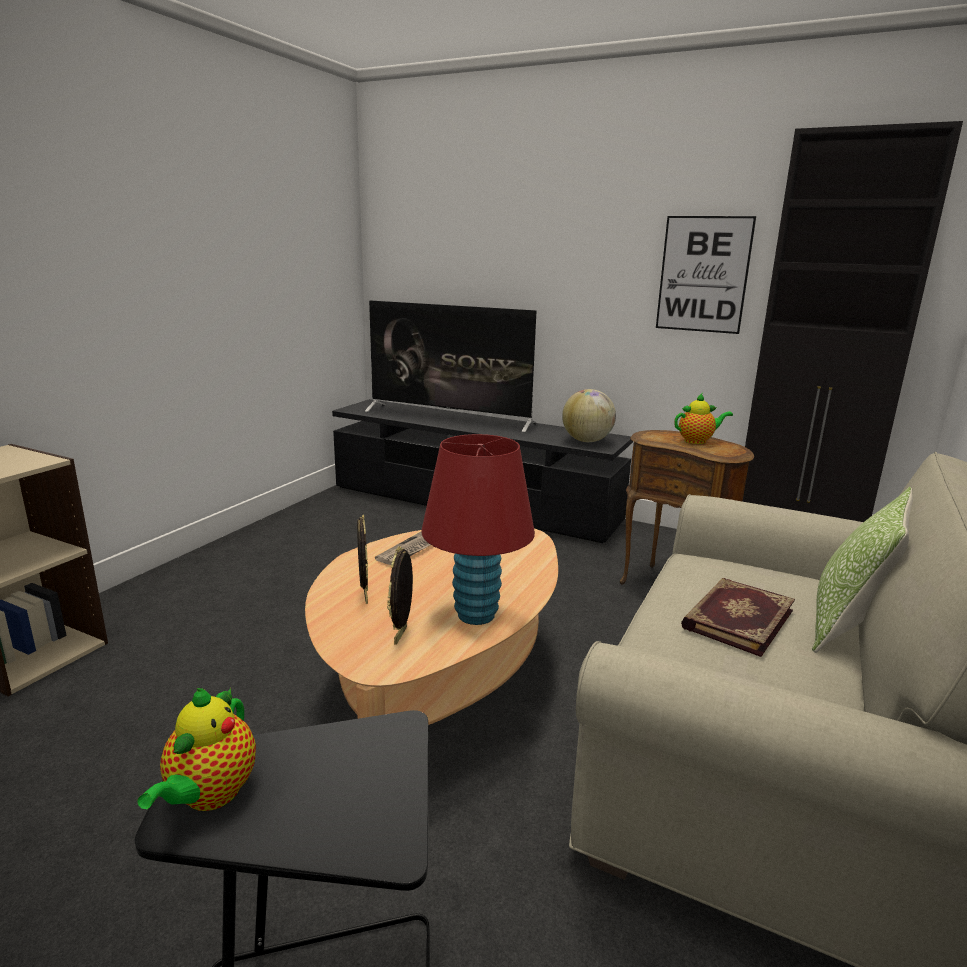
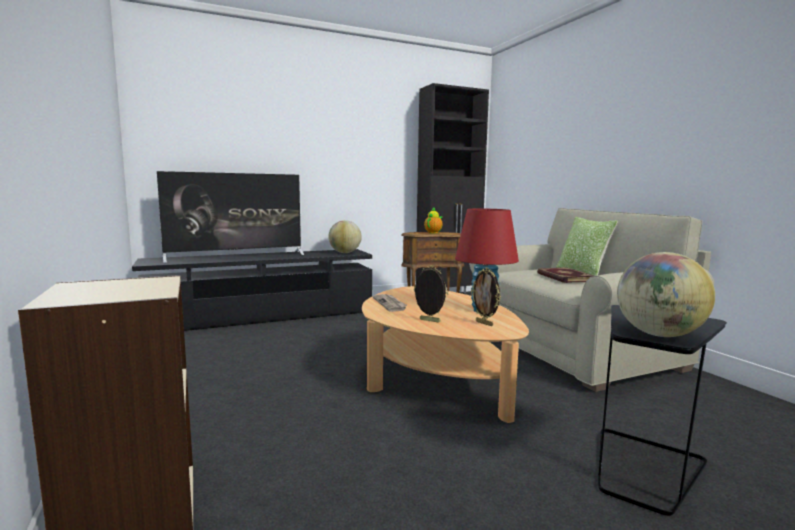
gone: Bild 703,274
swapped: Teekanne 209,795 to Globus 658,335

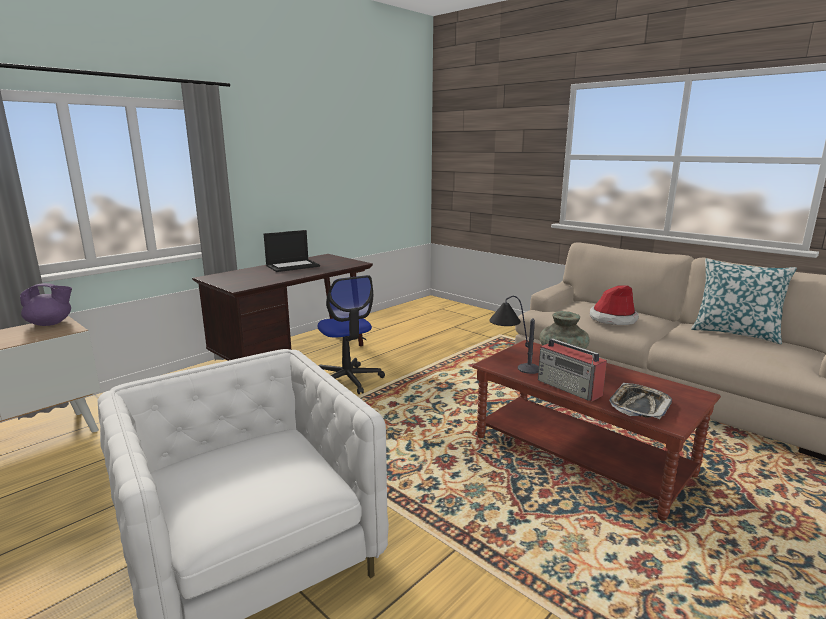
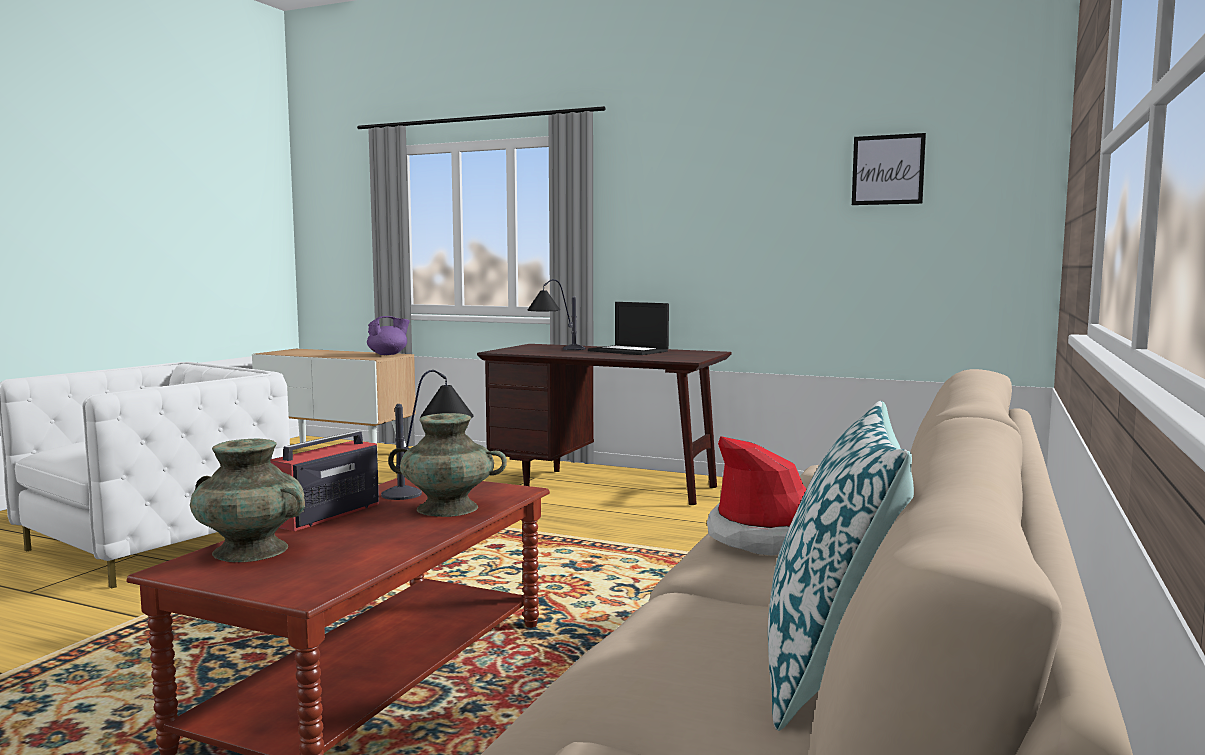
gone: Bürostuhl 348,380
new: Bild 888,170; Tischlampe 555,350
swapped: Tablett 639,406 to Vase (türkis) 251,551
rotated: Teekanne (lila) 50,323 = 388,354 90 degrees counterclockwise

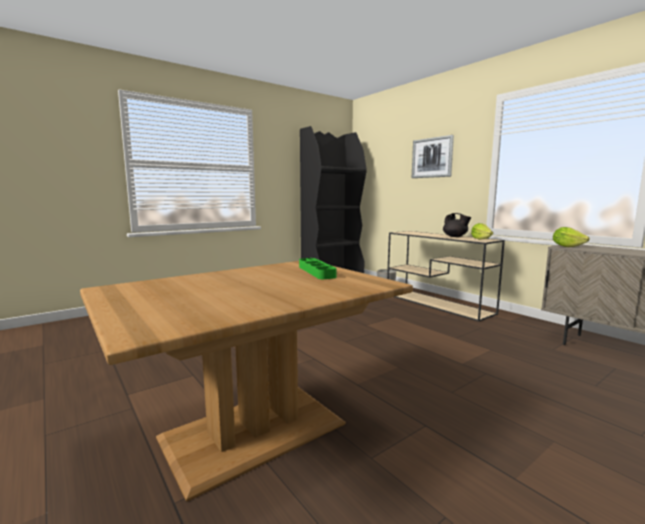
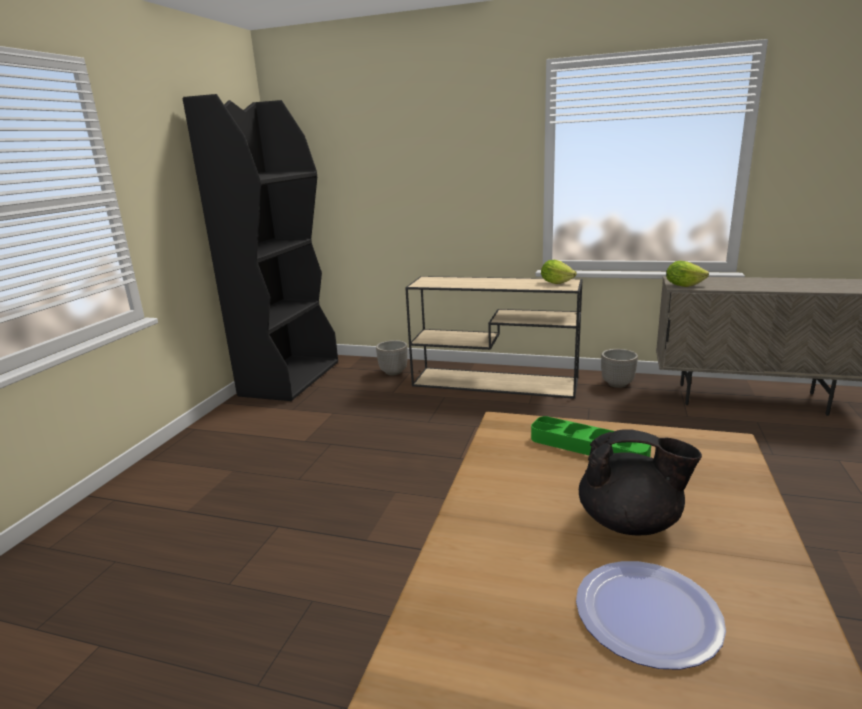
gone: Bild 432,157
new: Pflanzkübel 617,384; Teller 647,614
shifted: Teekanne (schwarz) 455,236 to 630,522

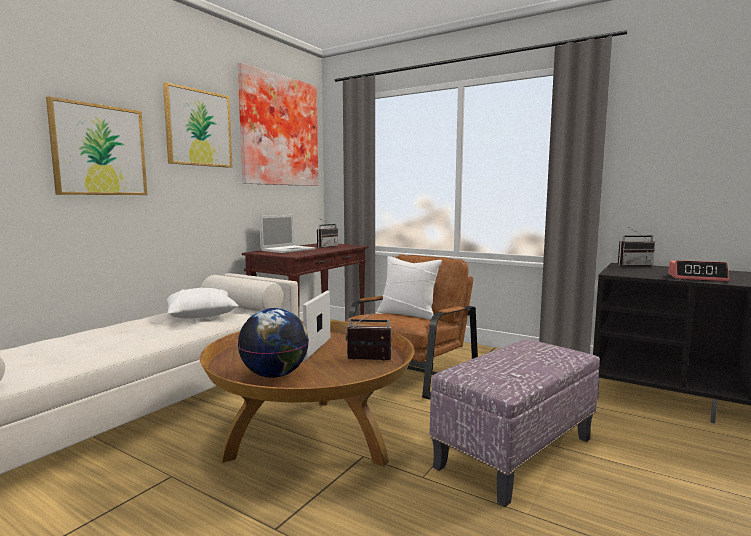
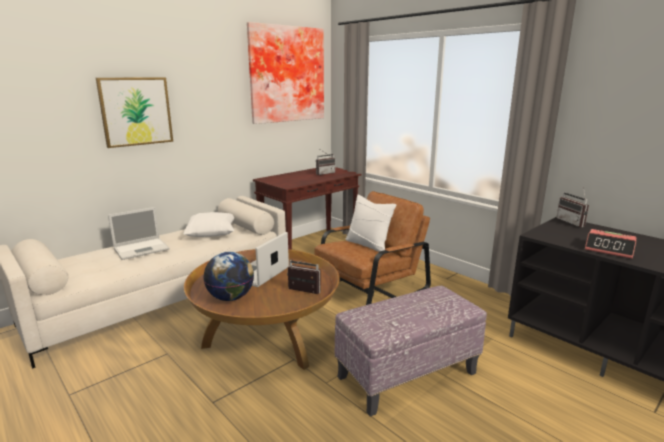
gone: Bild 198,128
shifted: Laptop 288,250 to 142,248
rotated: Radio 633,265 = 573,222 60 degrees clockwise

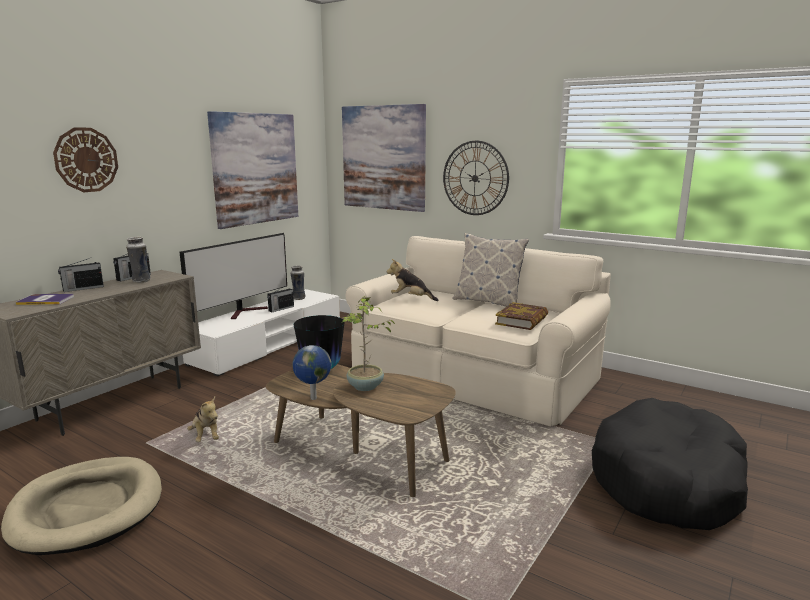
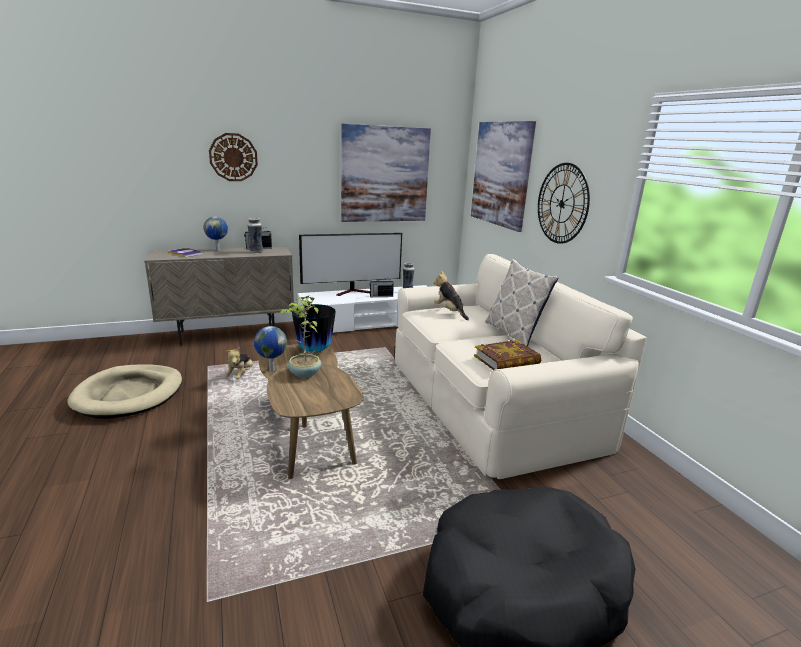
swapped: Radio 82,288 to Globus 218,250

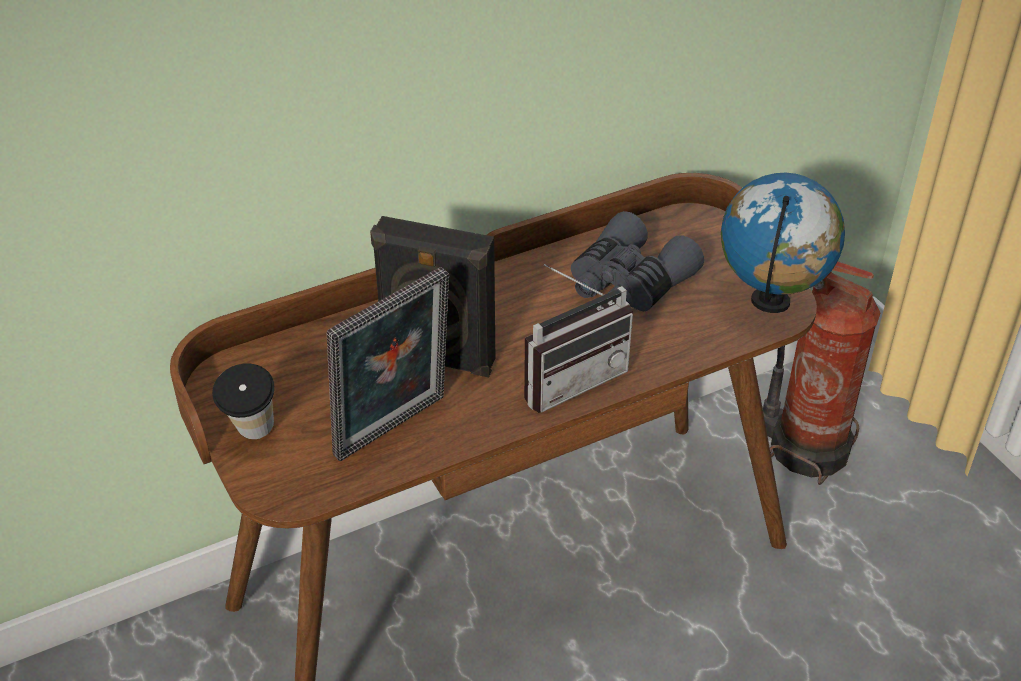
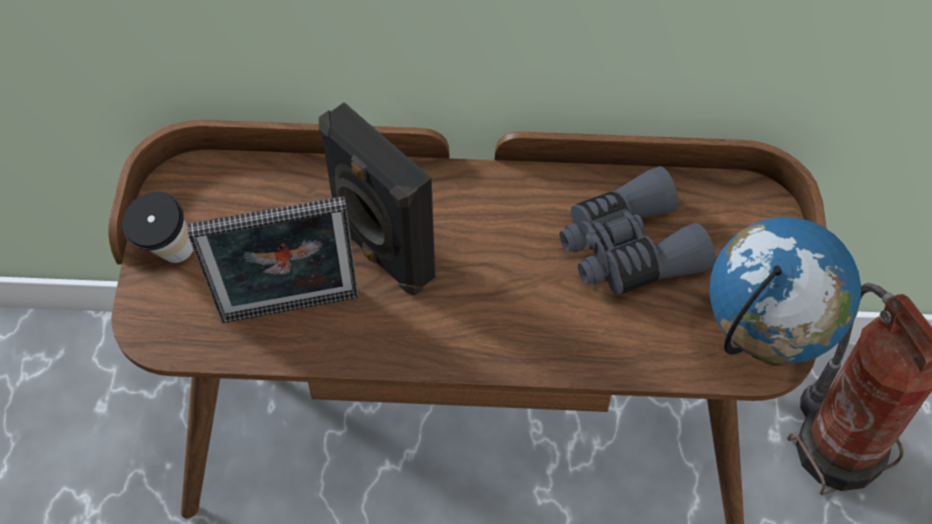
gone: Radio 570,378

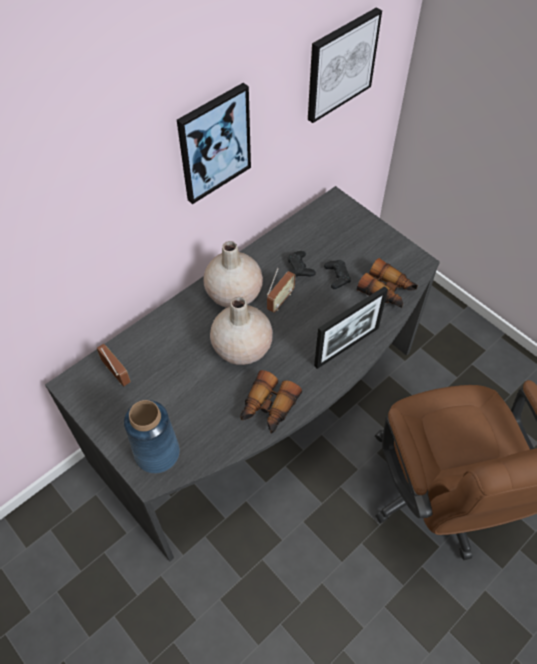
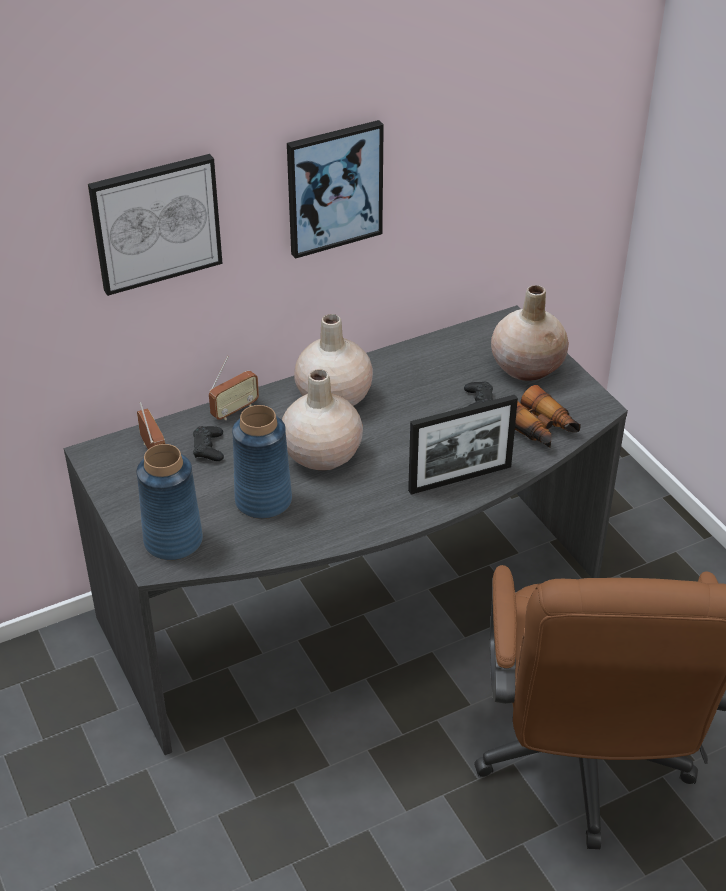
gone: Fernglas 268,408
new: Vase (beige) 527,367; Vase (blau) 263,501
shifted: Bild 340,65 to 156,222; Gamepad (schwarz) 300,267 to 208,448; Radio 280,300 to 235,410

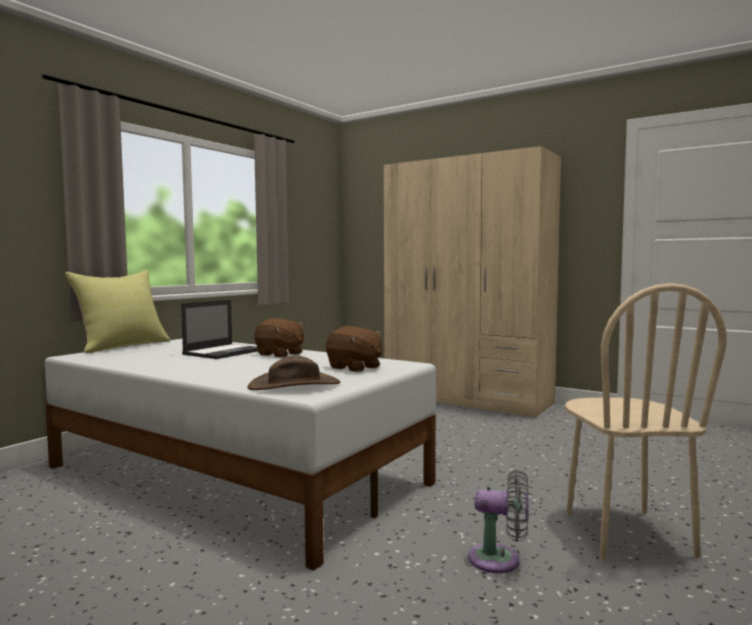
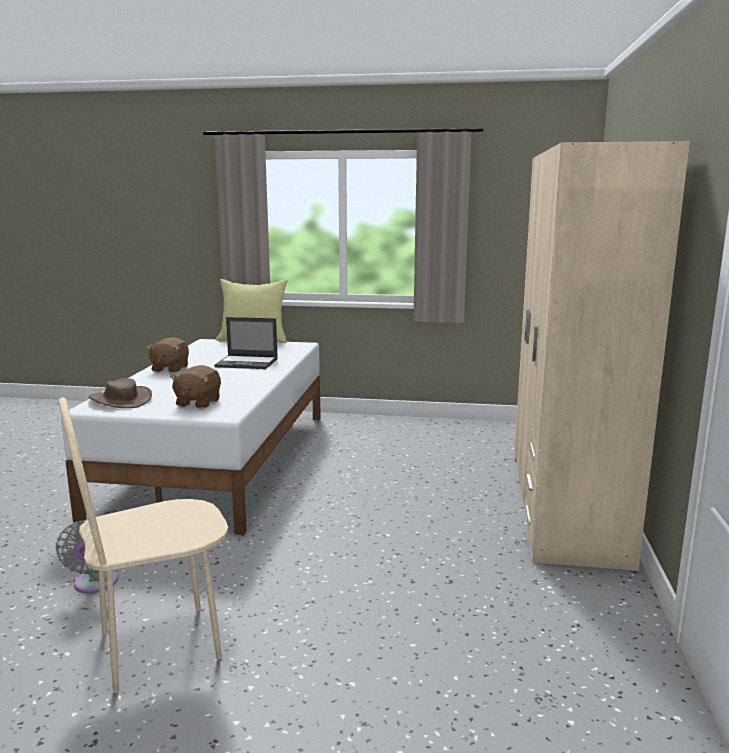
shifted: Plüschtier (braun) 280,354 to 169,369

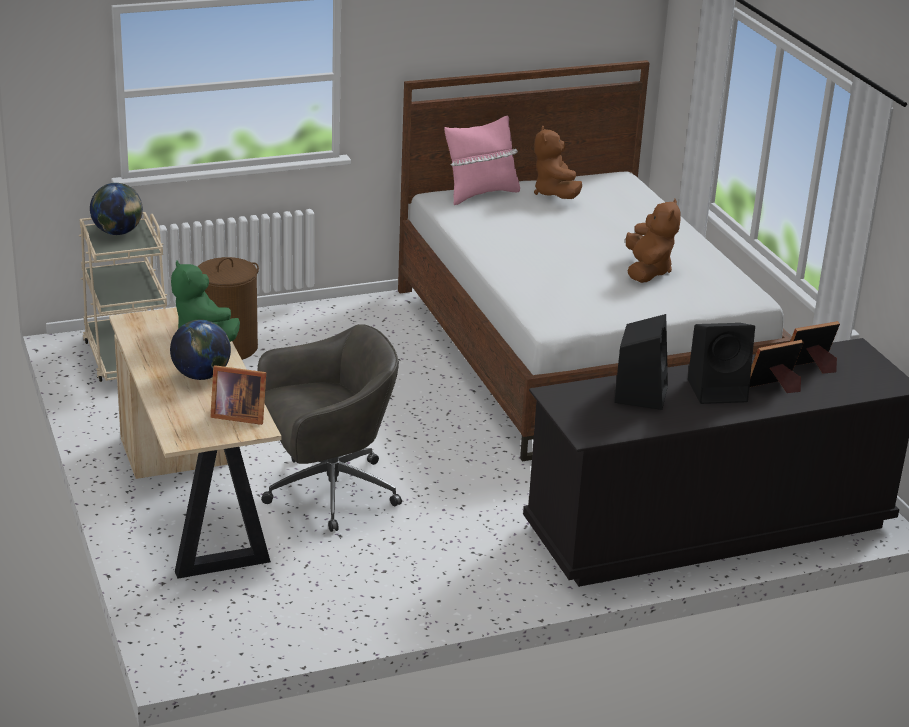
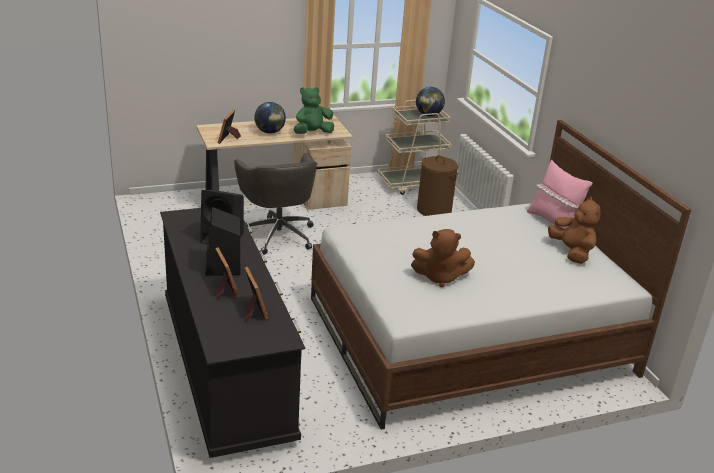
rotated: Plüschtier (braun) 555,194 = 571,252 75 degrees clockwise

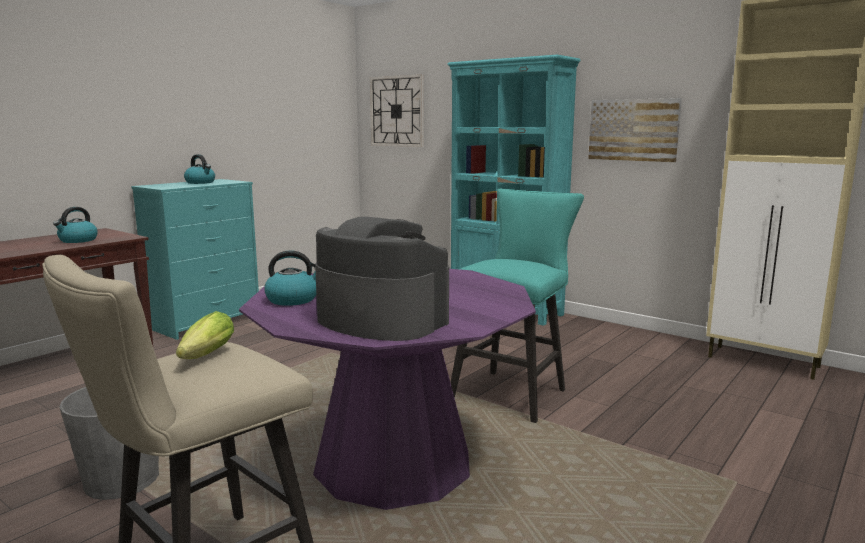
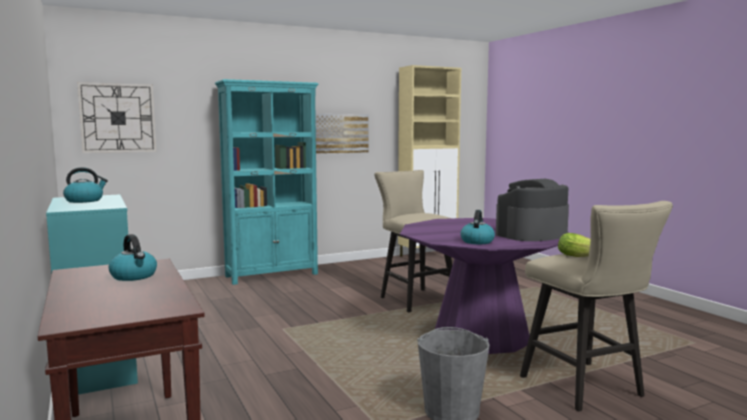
repainted: Hocker (türkis) 513,392 to Hocker (beige) 414,298

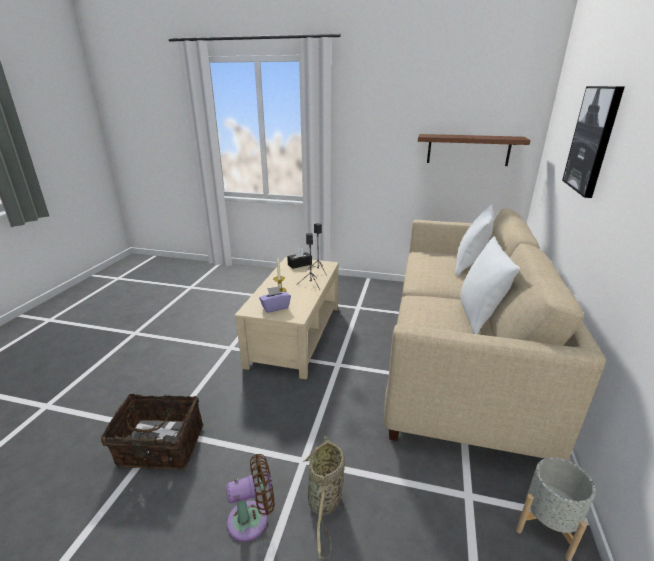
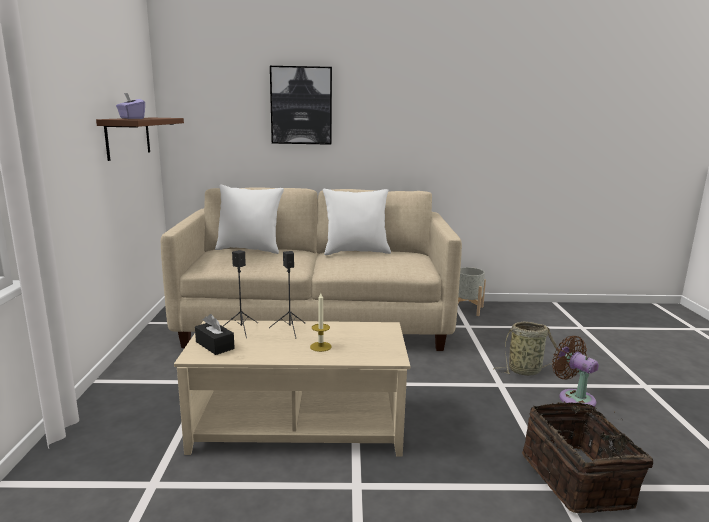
shifted: Taschentuchbox (lila) 275,307 to 131,118

